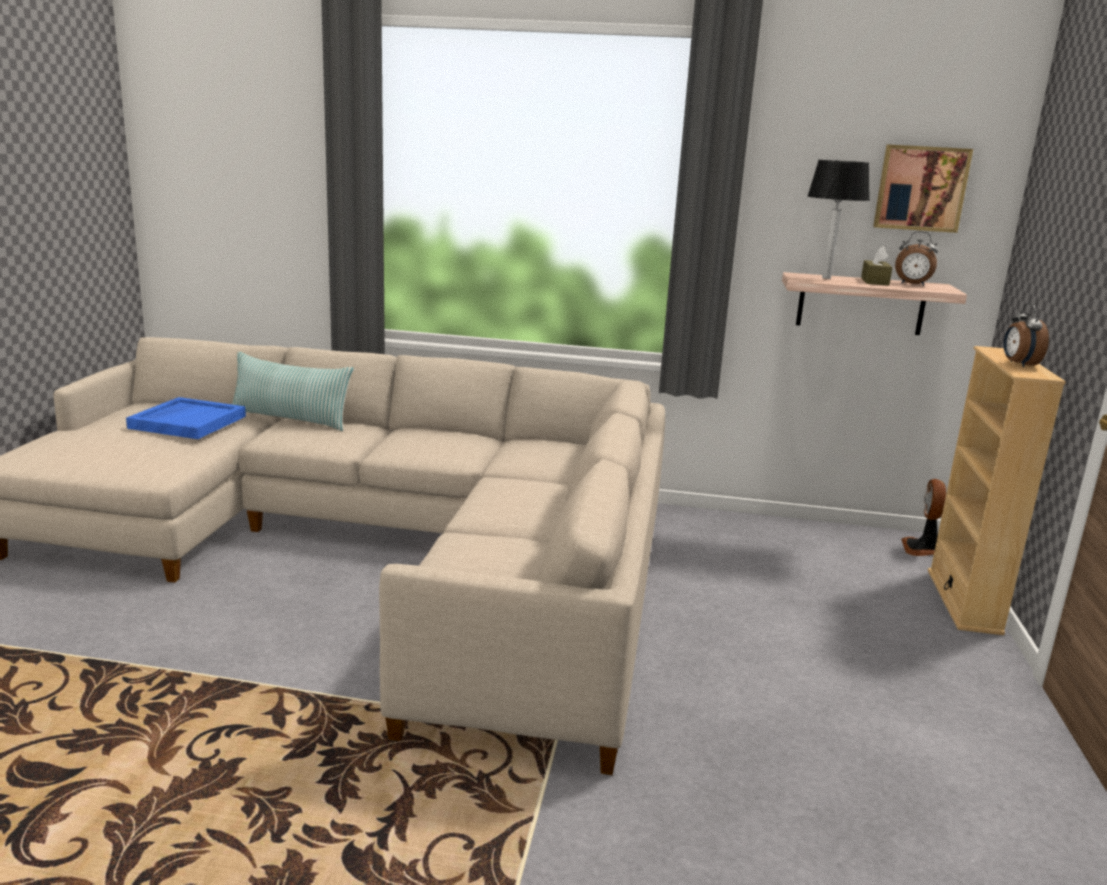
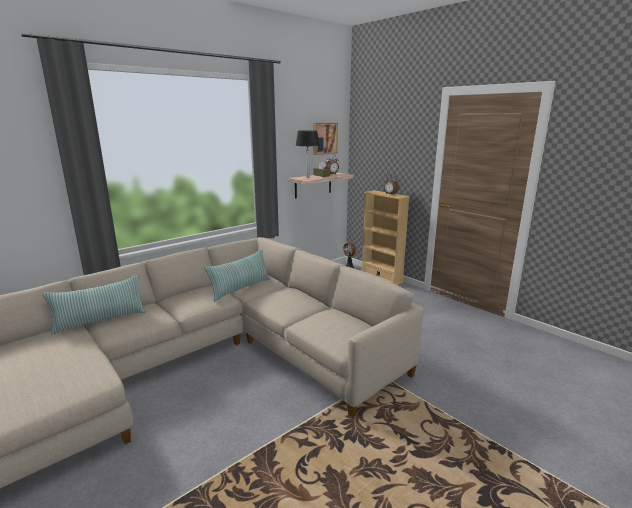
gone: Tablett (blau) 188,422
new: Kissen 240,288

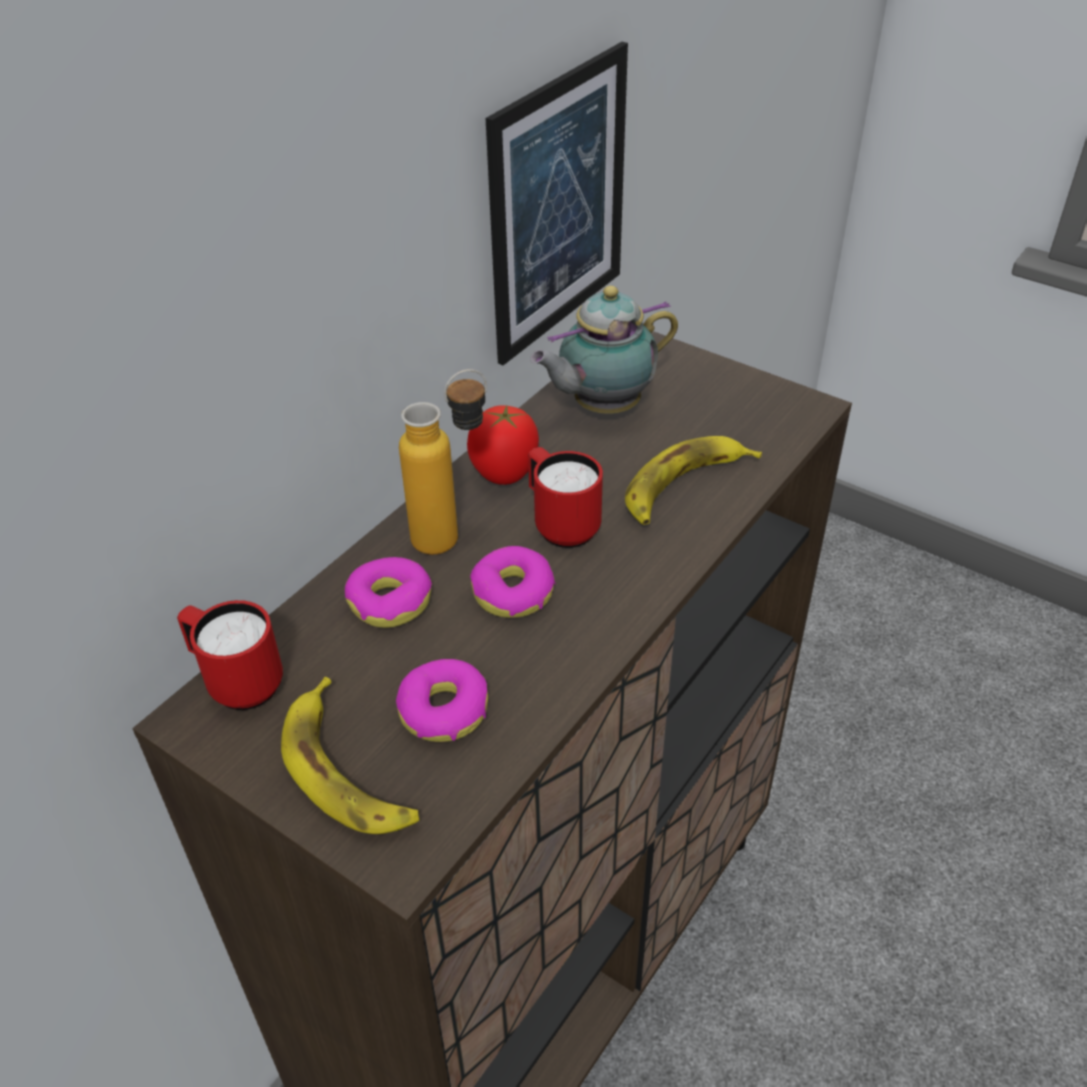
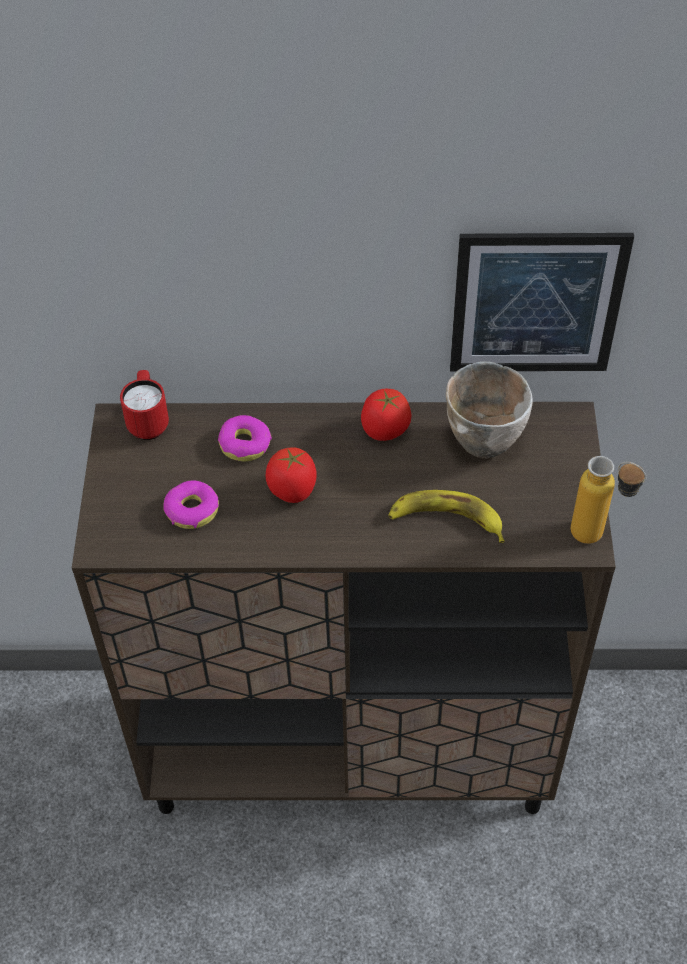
gone: Henkelbecher (rot) 561,525; Banane 347,771
shifted: Flasche 453,535 to 599,538
swapped: Teekanne 602,407 to Schüssel 487,441; Donut 512,593 to Tomate 292,490

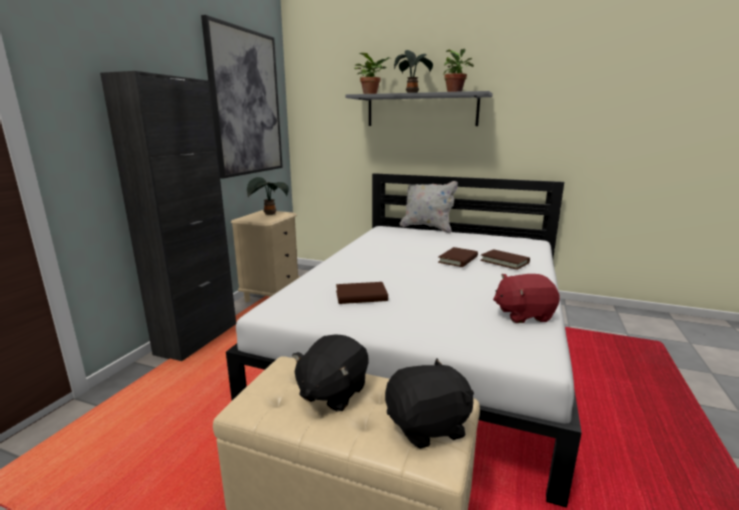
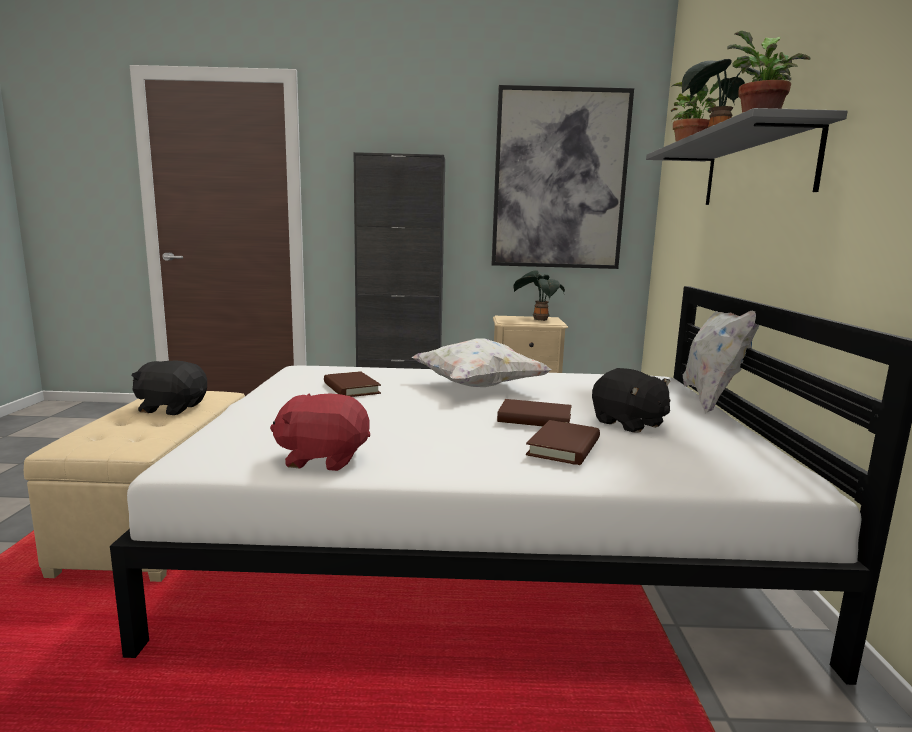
new: Kissen (weiß) 478,387
shifted: Plüschtier (schwarz) 428,426 to 628,423
rotated: Plüschtier (rot) 523,314 = 323,459 60 degrees counterclockwise

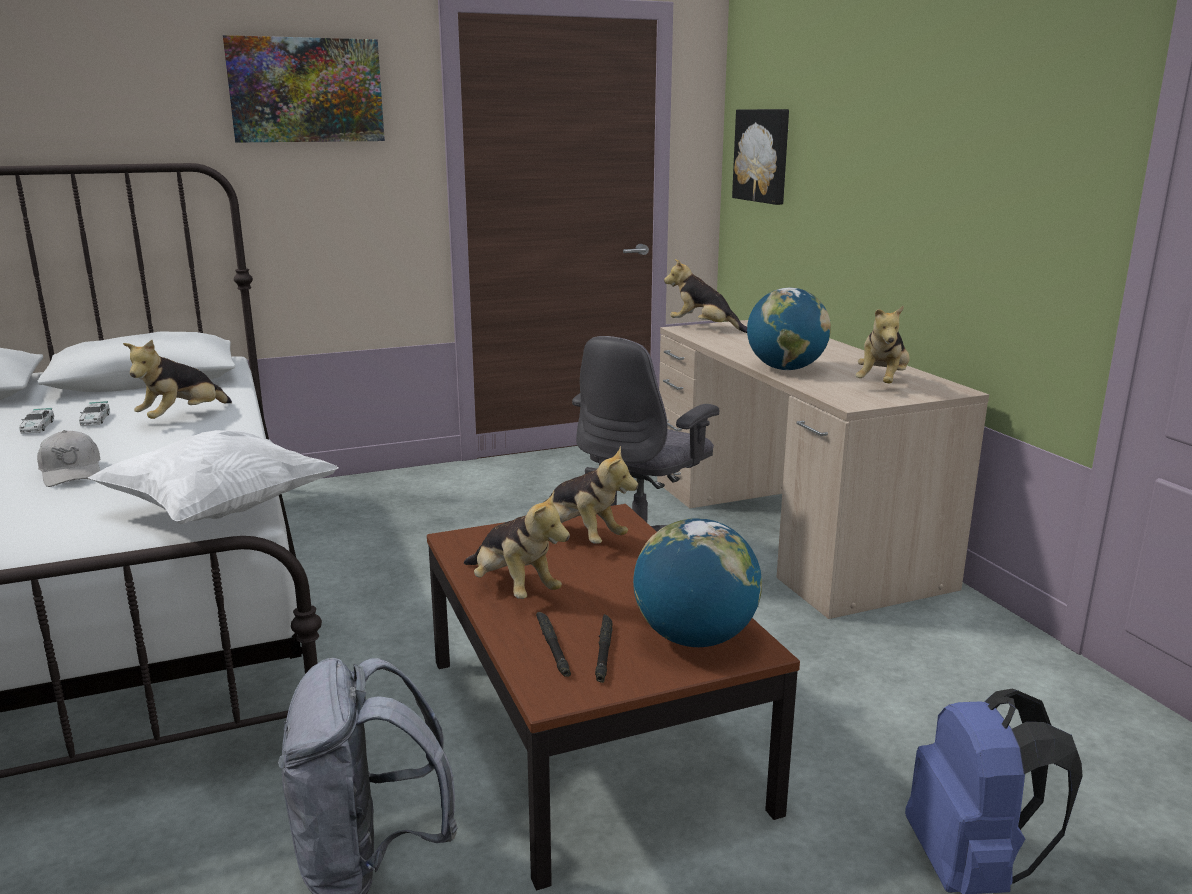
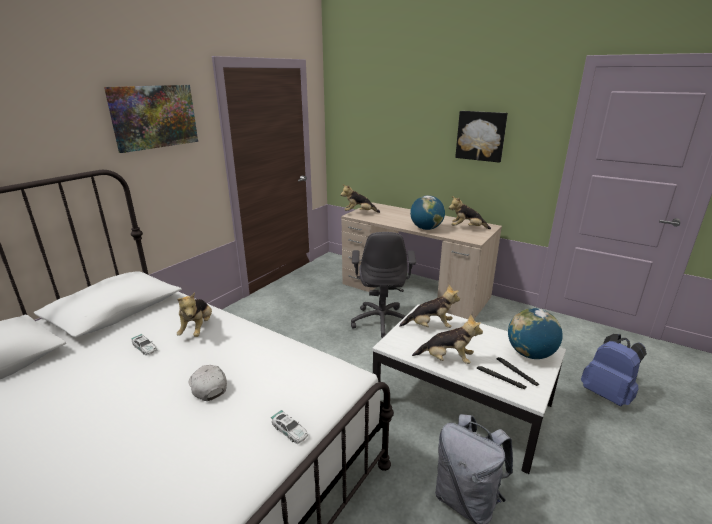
gone: Kissen (weiß) 220,510
shifted: Bild 763,155 to 481,136; Spielzeugauto 37,427 to 290,430
repainted: Couchtisch (braun) 588,730 to Couchtisch (weiß) 461,403
rotated: Plüschtier 882,384 = 467,228 105 degrees clockwise; Kappe (weiß) 72,472 = 208,386 150 degrees counterclockwise

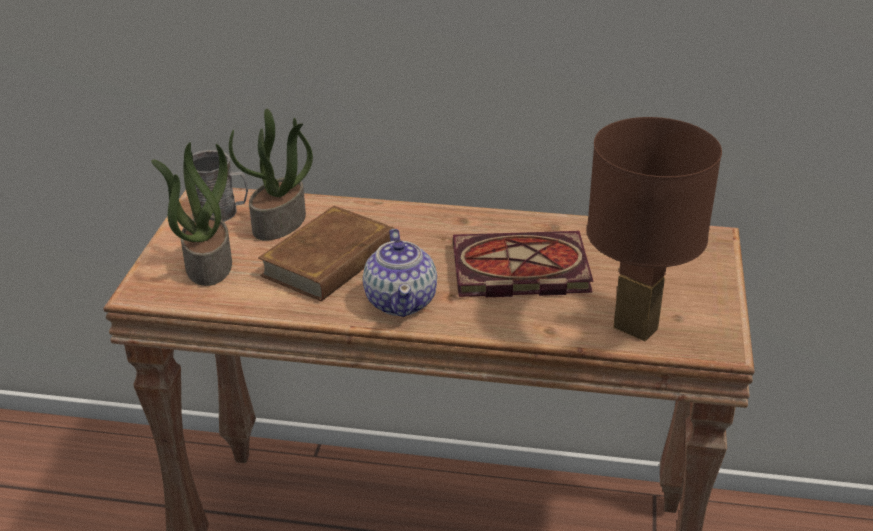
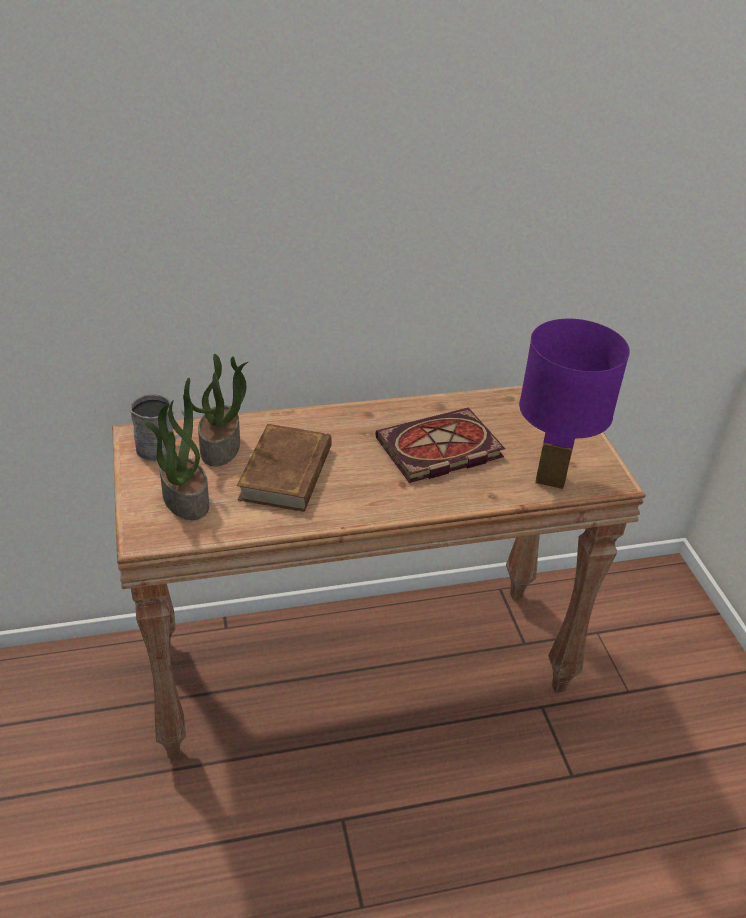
gone: Teekanne 401,301
repainted: Tischlampe (braun) 637,328 to Tischlampe (lila) 551,479

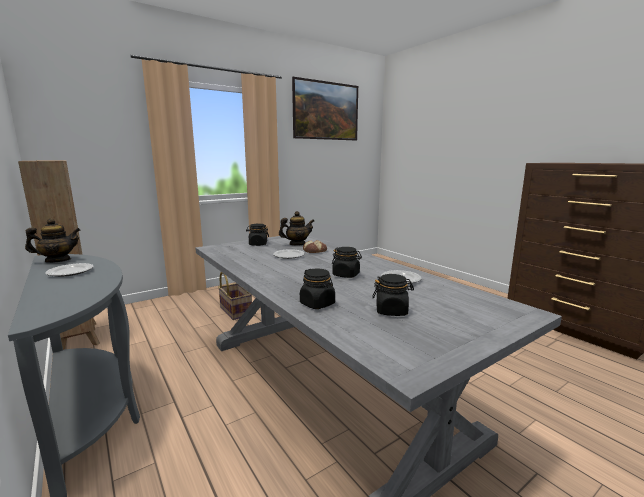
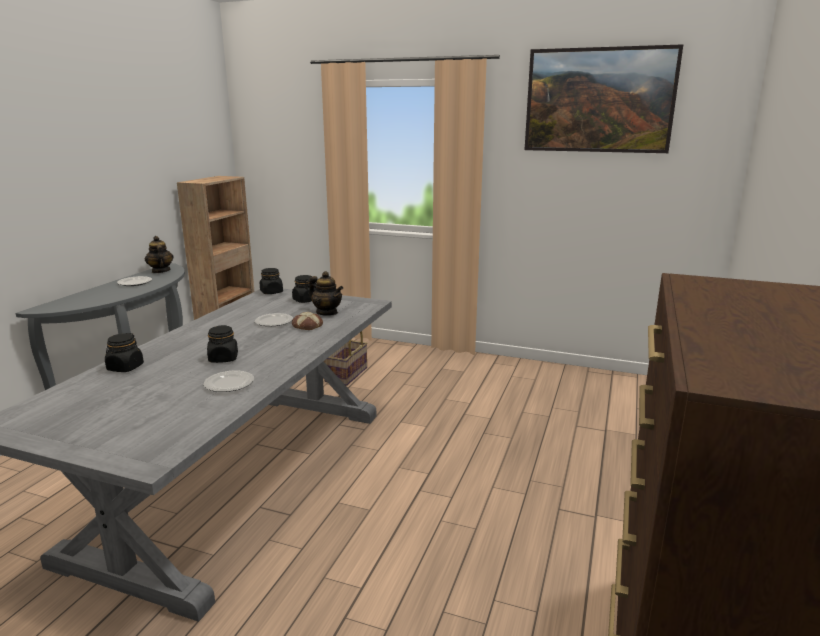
shifted: Vorratsglas (schwarz) 391,311 to 271,292
rotated: Teekanne 58,260 = 160,271 150 degrees counterclockwise

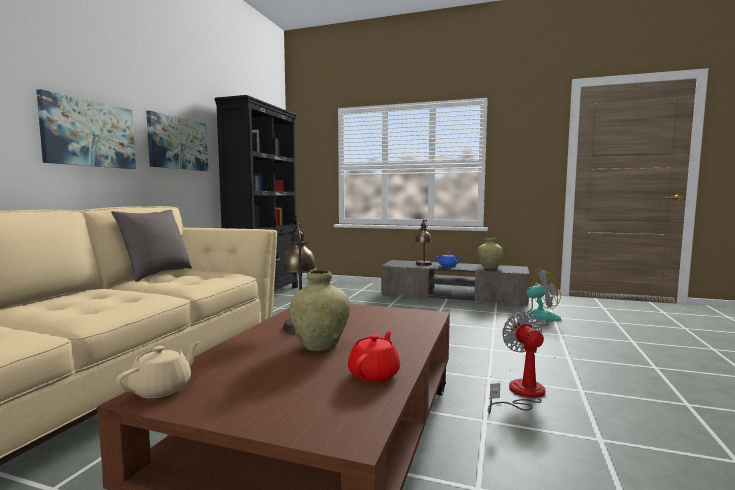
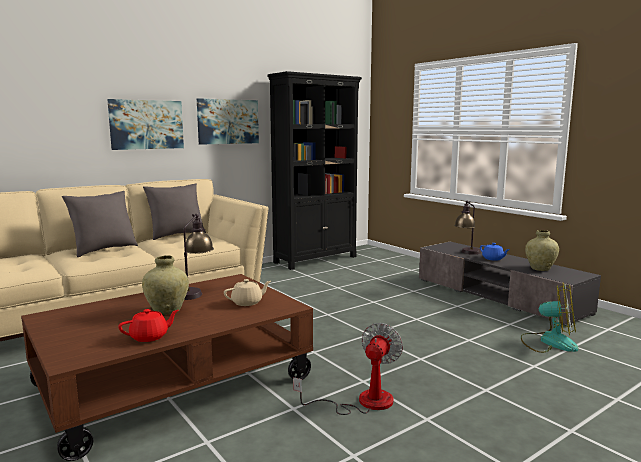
new: Kissen (grau) 104,250
shifted: Teekanne (beige) 162,389 to 247,302

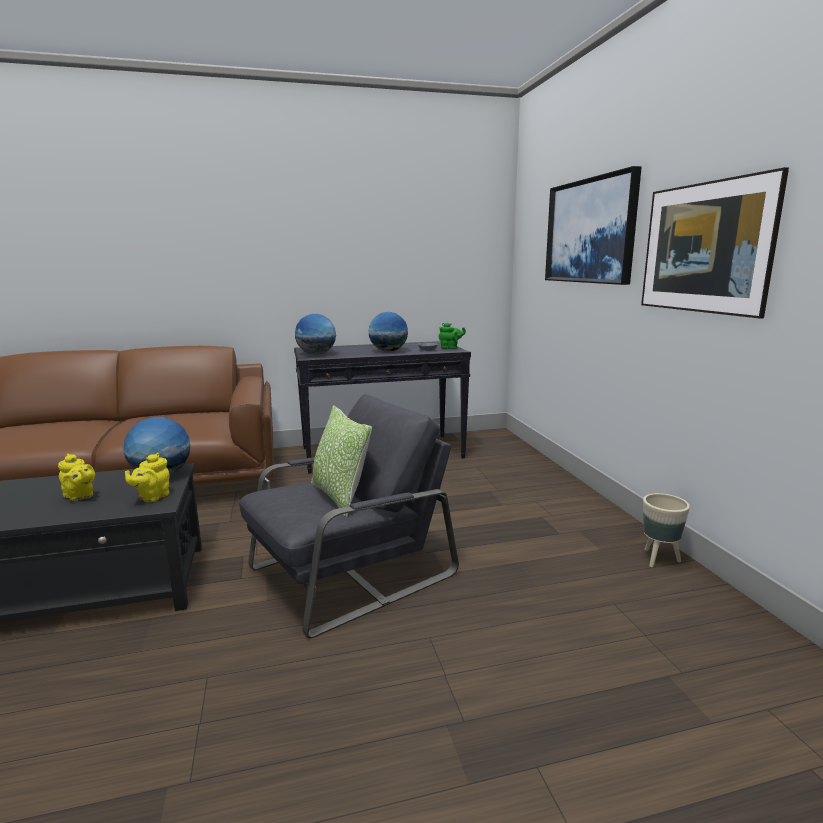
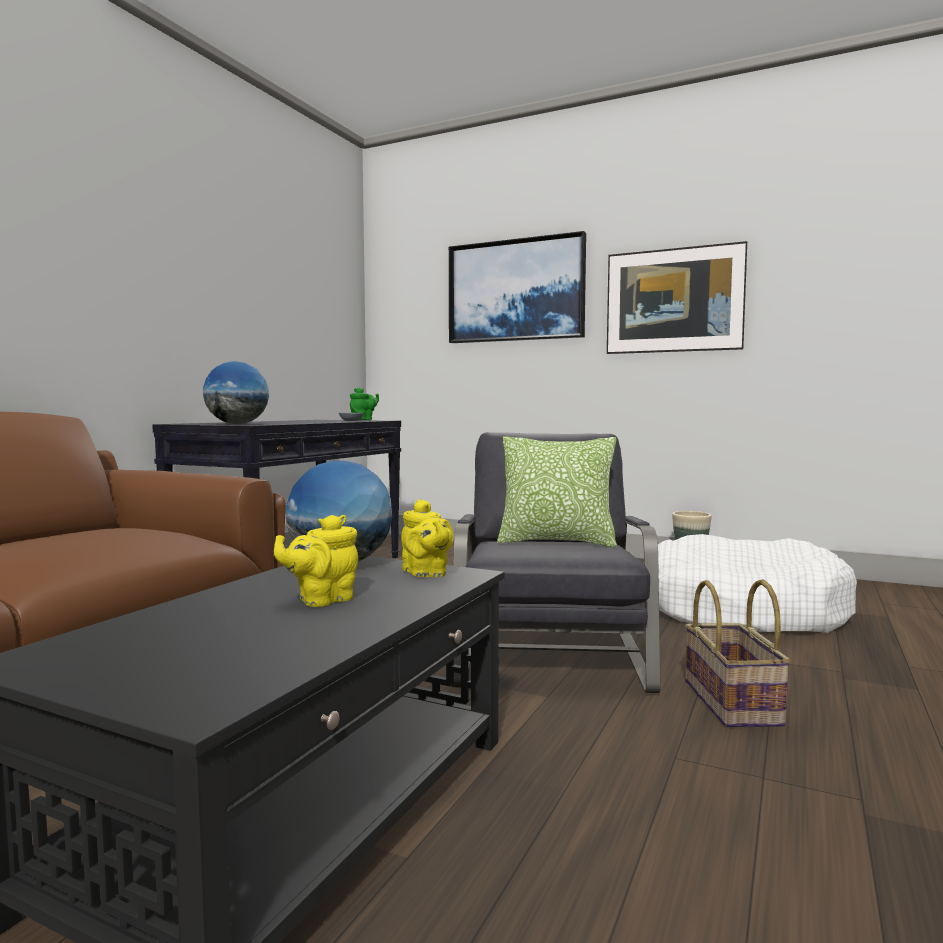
gone: Globus 388,351
new: Hundebett (weiß) 741,610; Korb 733,703
rotated: Teekanne (gelb) 80,496 = 322,600 150 degrees clockwise

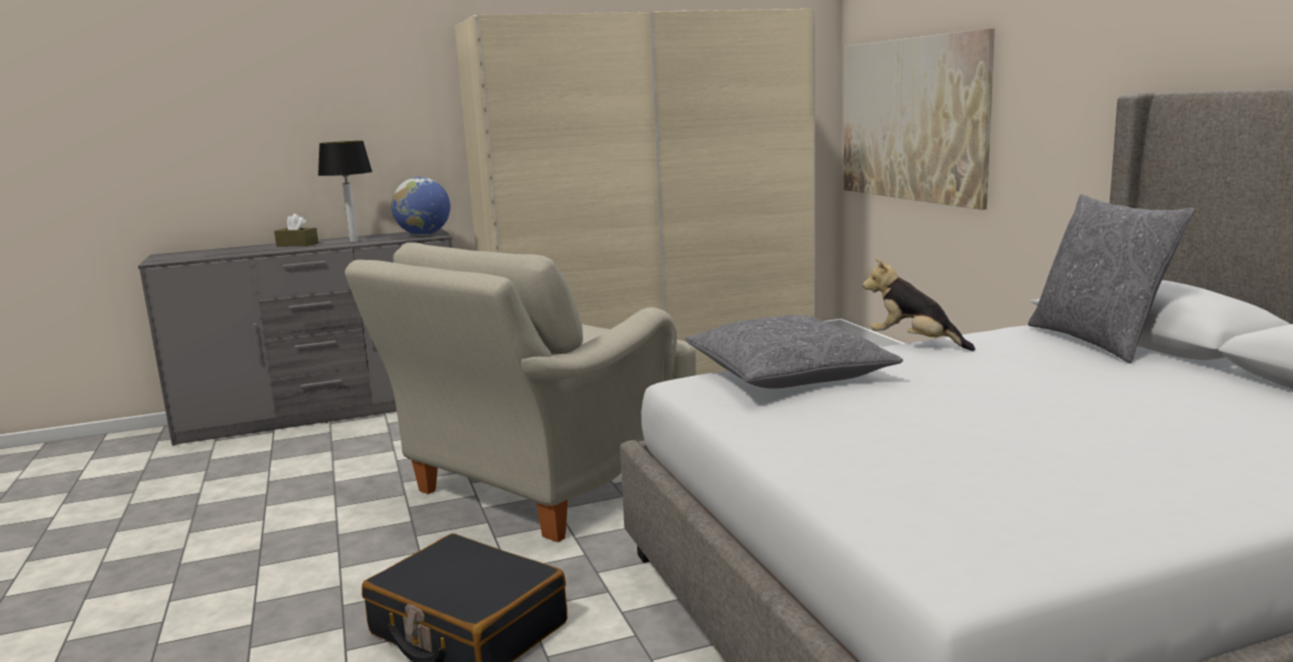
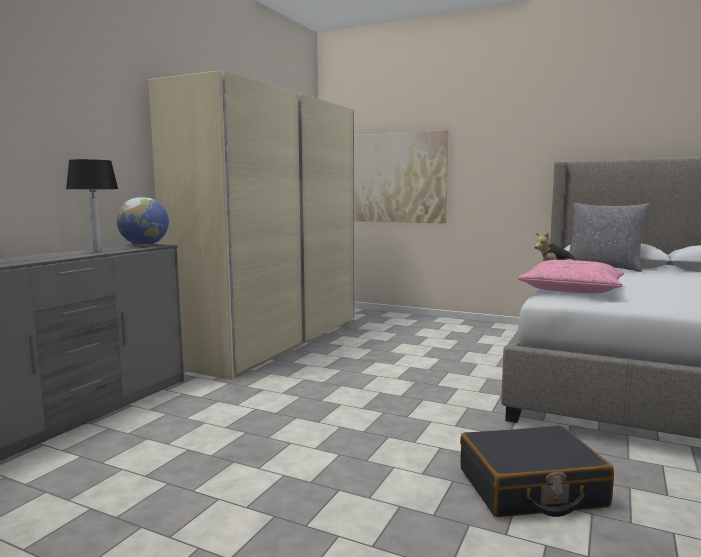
gone: Taschentuchbox (braun) 297,244; Sessel (beige) 542,485
repainted: Kissen (grau) 787,374 to Kissen (rosa) 571,290

